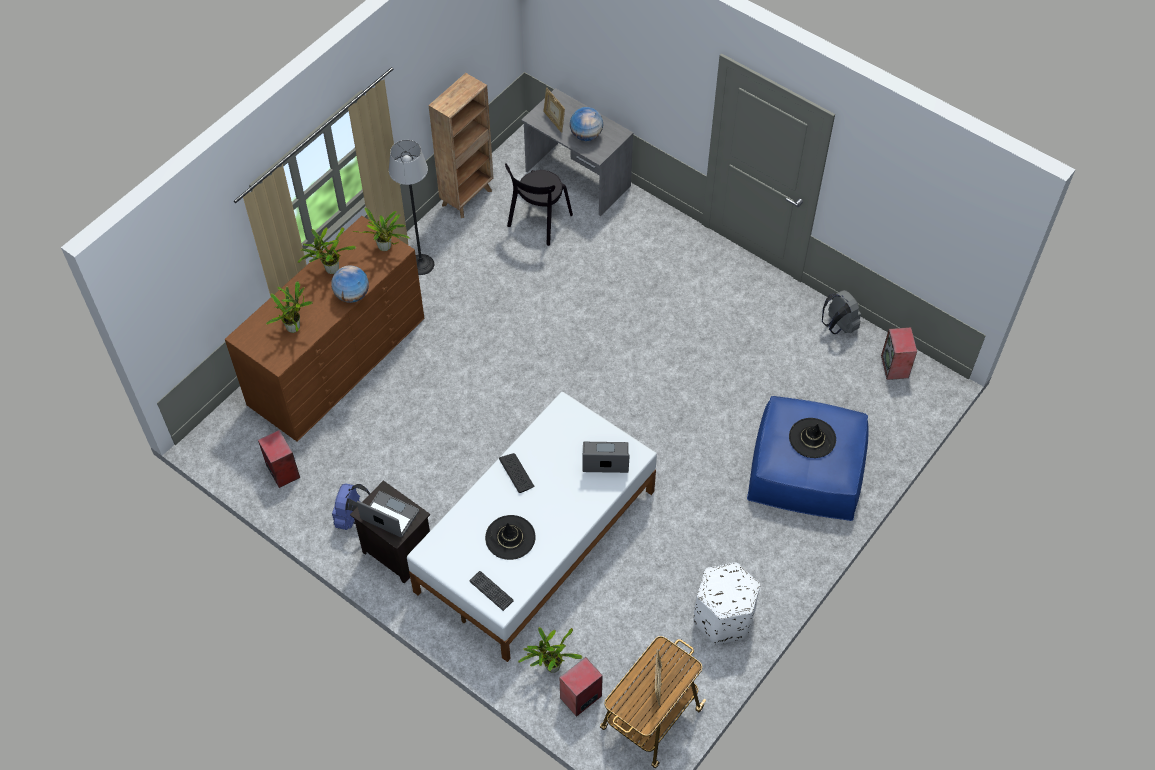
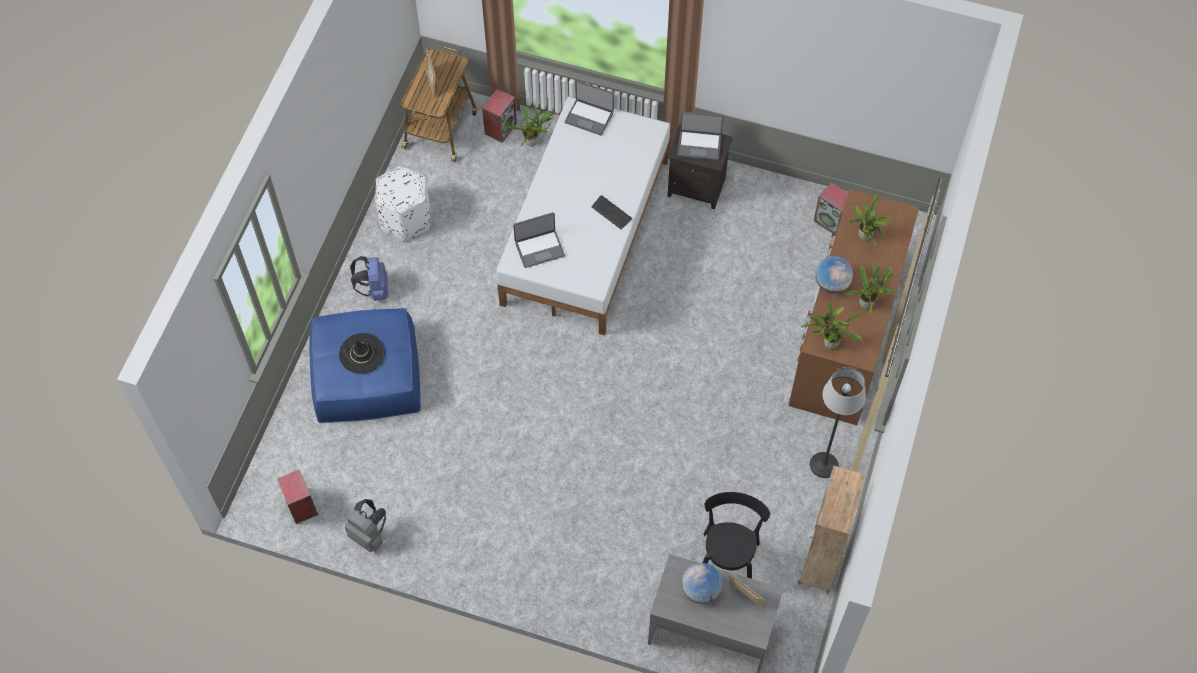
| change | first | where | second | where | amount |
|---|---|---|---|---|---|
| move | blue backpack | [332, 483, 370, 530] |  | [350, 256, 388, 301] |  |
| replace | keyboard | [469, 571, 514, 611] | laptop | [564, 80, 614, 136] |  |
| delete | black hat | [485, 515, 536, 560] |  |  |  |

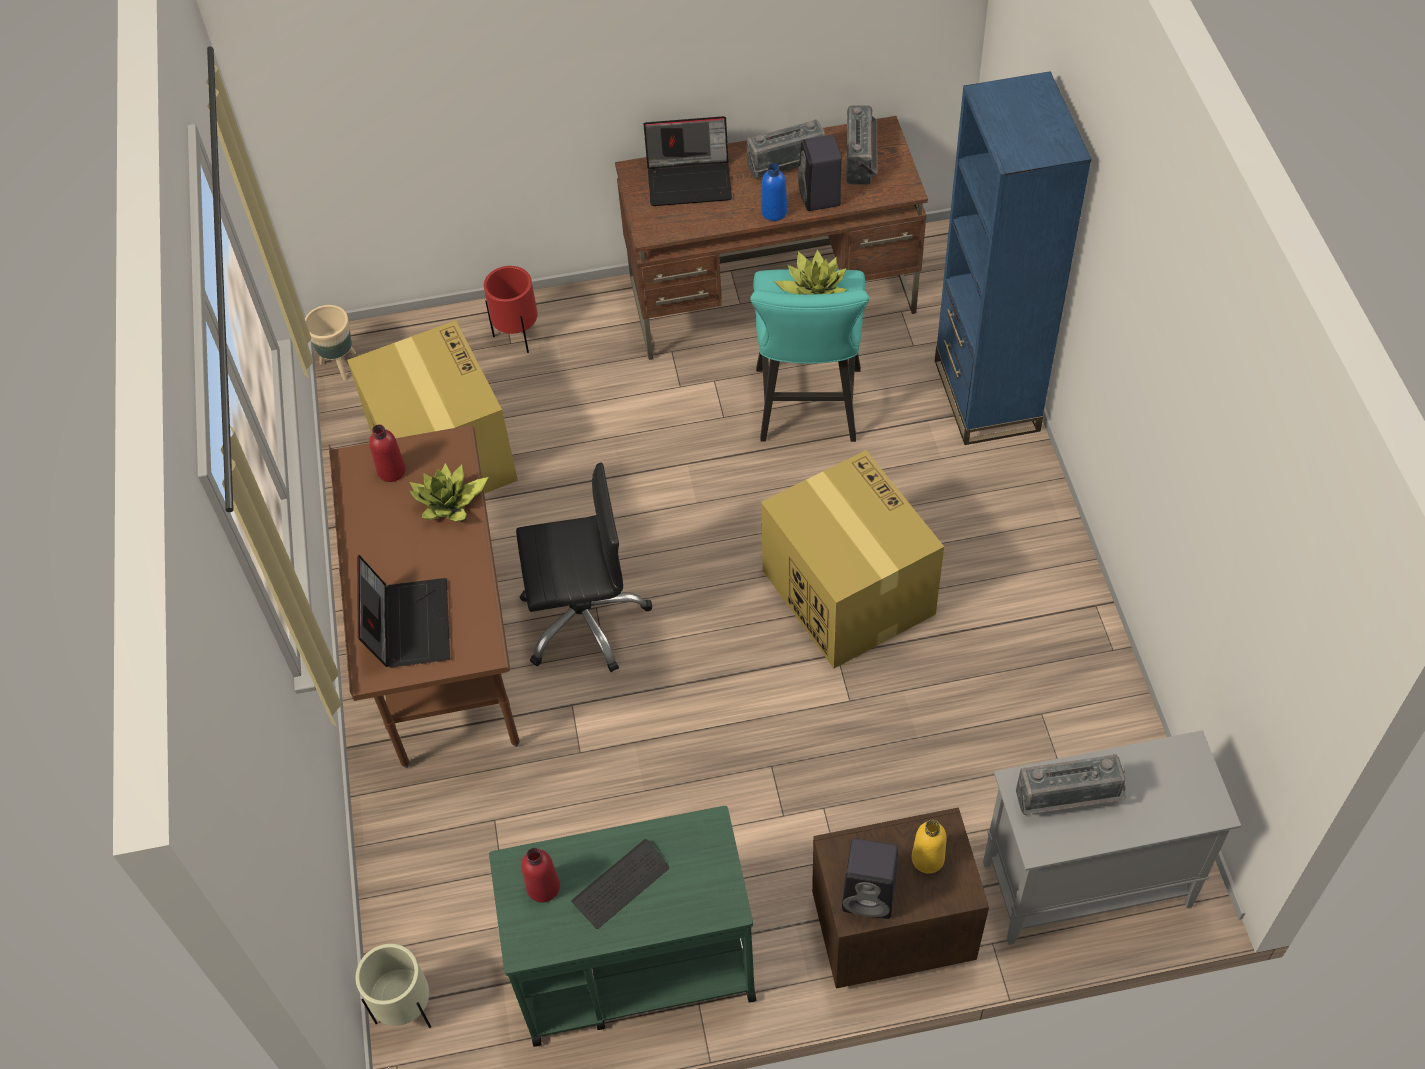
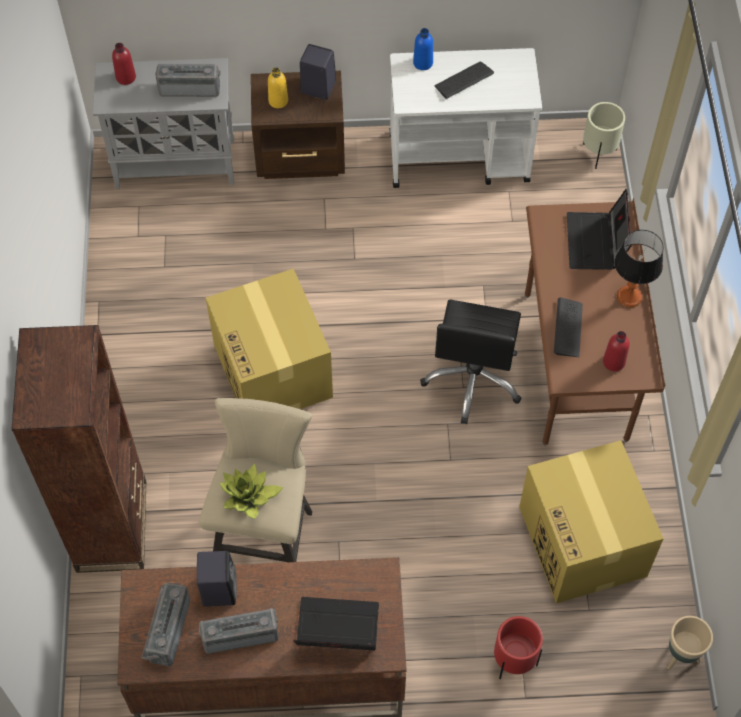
| change | first | where | second | where | amount |
|---|---|---|---|---|---|
| recolor | blue bookcase | [935, 71, 1092, 445] | brown bookcase | [11, 325, 146, 573] |  |
| move | red bottle | [521, 848, 560, 903] |  | [112, 43, 136, 85] |  |
| recolor | turquoise stool | [750, 269, 869, 442] | beige stool | [199, 398, 312, 562] |  |
| recolor | green cart | [489, 806, 757, 1047] | white cart | [390, 48, 542, 188] |  |
| move | blue bottle | [761, 163, 787, 221] |  | [413, 28, 433, 70] |  |
| rotate | black office chair | [516, 462, 653, 672] |  | [420, 299, 522, 424] | 75 degrees counterclockwise |
| replace | potted plant | [409, 463, 489, 522] | keyboard | [554, 297, 583, 357] |  |
| insert |  |  | table lamp | [614, 230, 664, 308] |  |

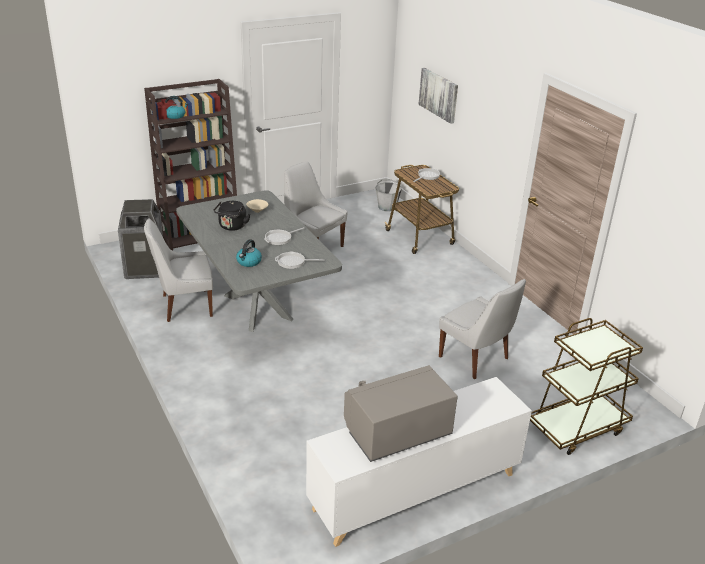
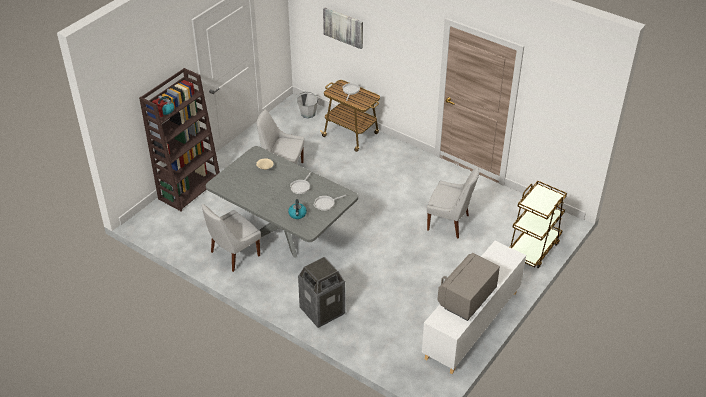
| change | first | where | second | where | amount |
|---|---|---|---|---|---|
| move | trash can | [118, 199, 163, 279] |  | [298, 257, 345, 328] |  |
| delete | black kettle | [213, 201, 250, 231] |  |  |  |

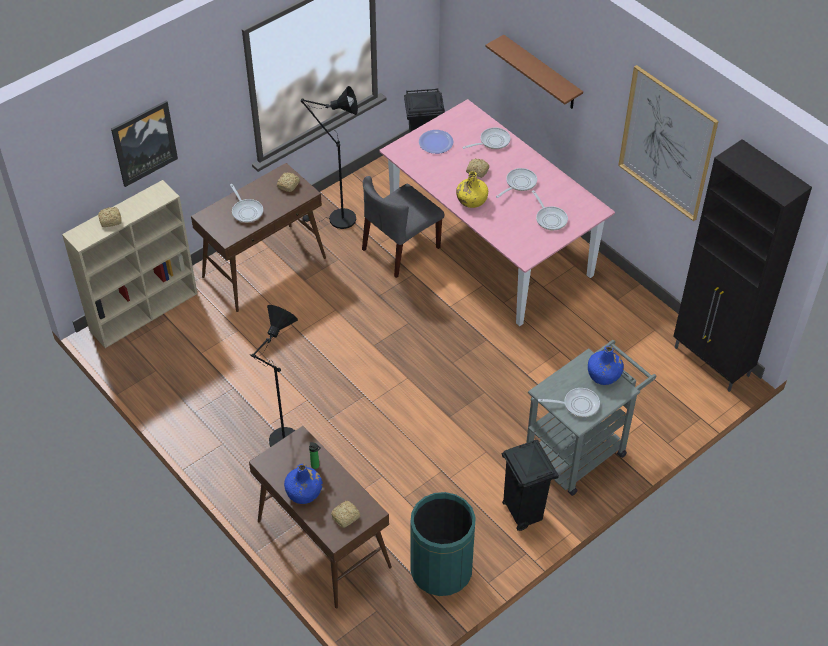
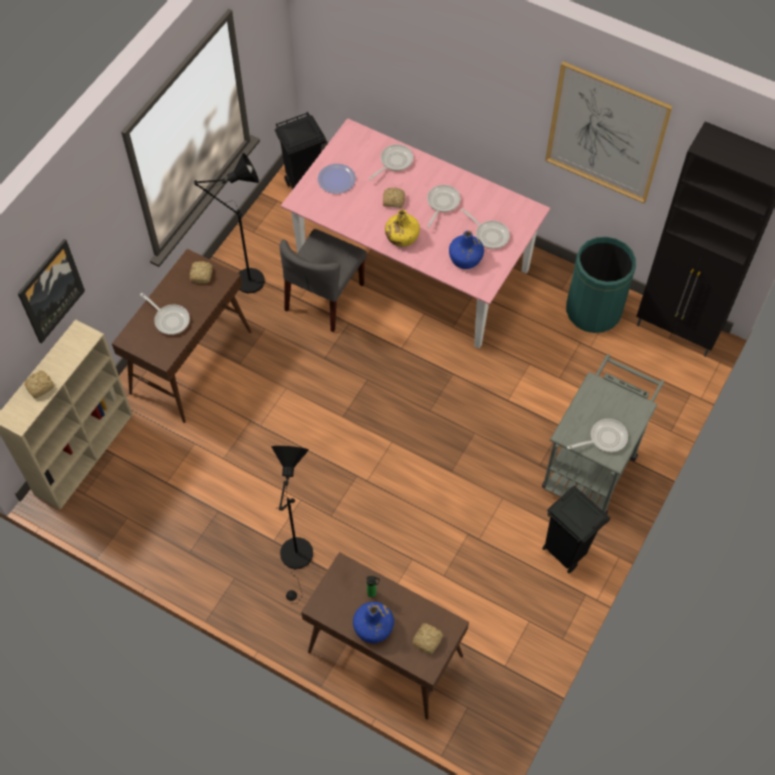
| change | first | where | second | where | amount |
|---|---|---|---|---|---|
| move | blue bottle | [588, 346, 624, 385] |  | [449, 231, 484, 269] |  |
| move | green trash can | [410, 492, 476, 596] |  | [566, 237, 636, 333] |  |
| delete | brown shelf | [485, 35, 583, 109] |  |  |  |

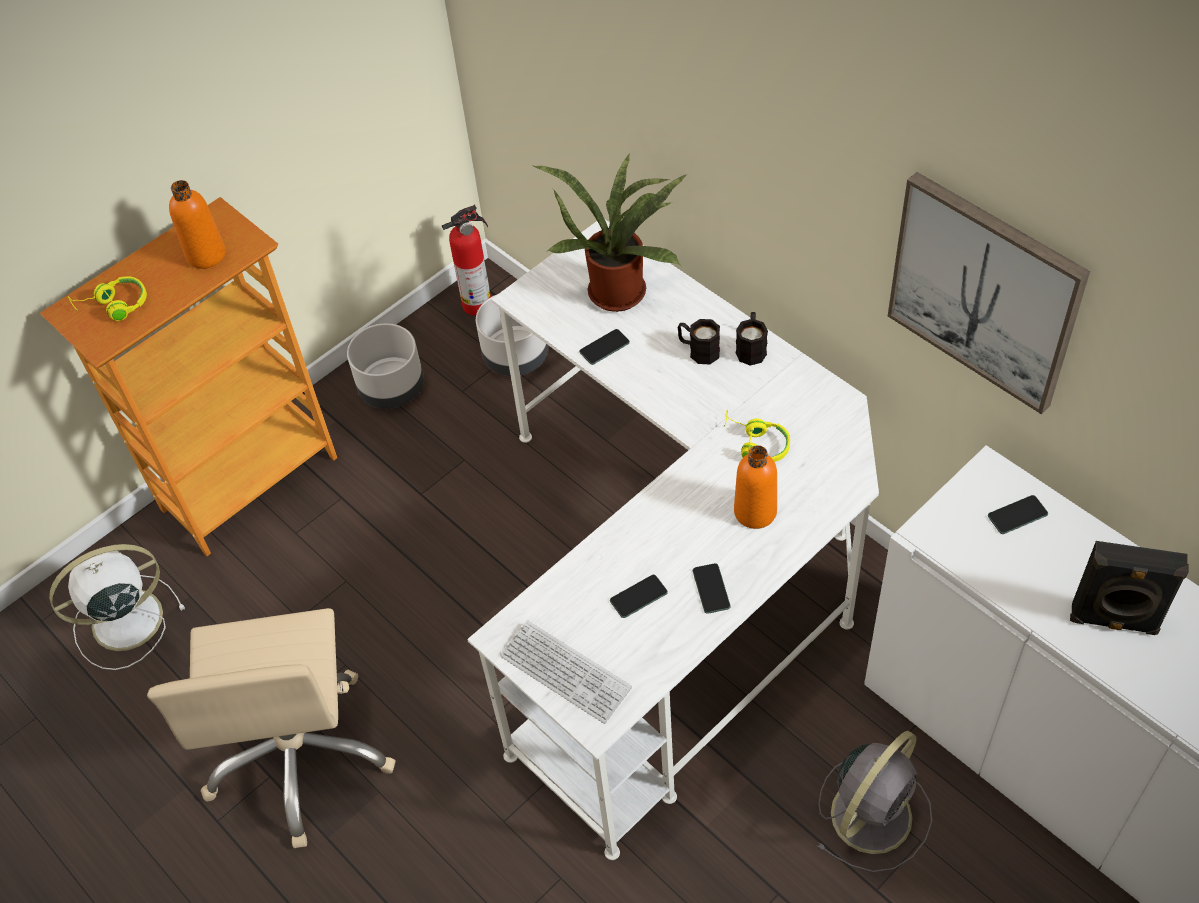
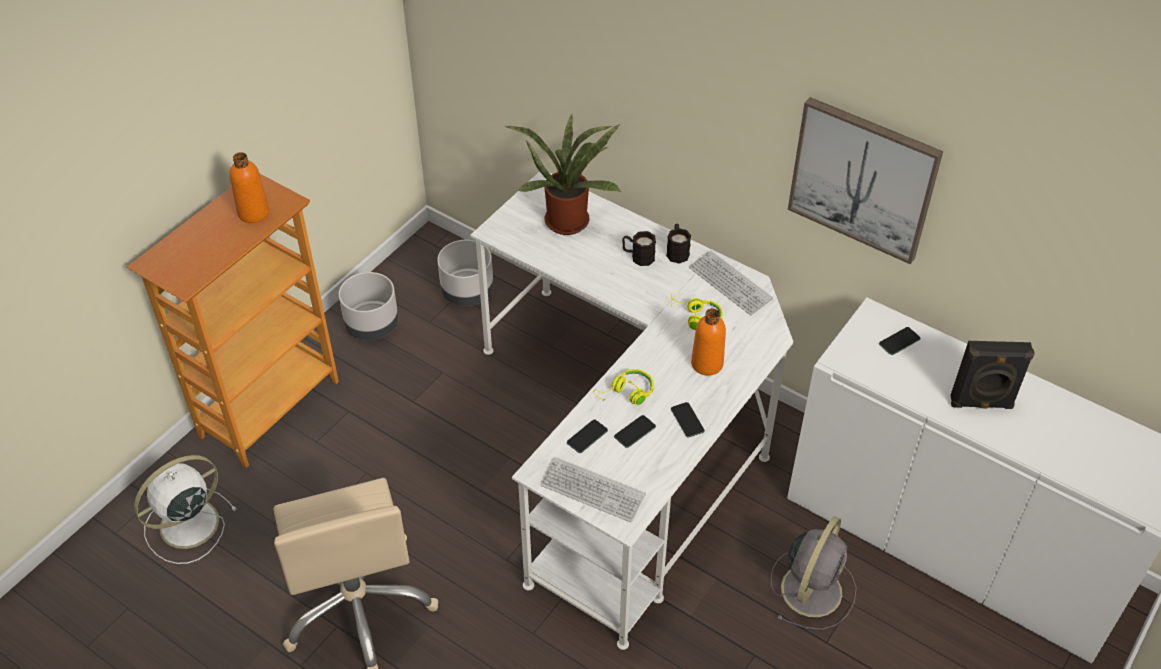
| change | first | where | second | where | amount |
|---|---|---|---|---|---|
| move | phone | [579, 329, 630, 365] |  | [567, 419, 608, 453] |  |
| move | yellow headphones | [68, 276, 147, 321] |  | [594, 369, 654, 405] |  |
| insert |  |  | keyboard | [689, 251, 773, 315] |  |
| delete | fire extinguisher | [442, 205, 491, 316] |  |  |  |

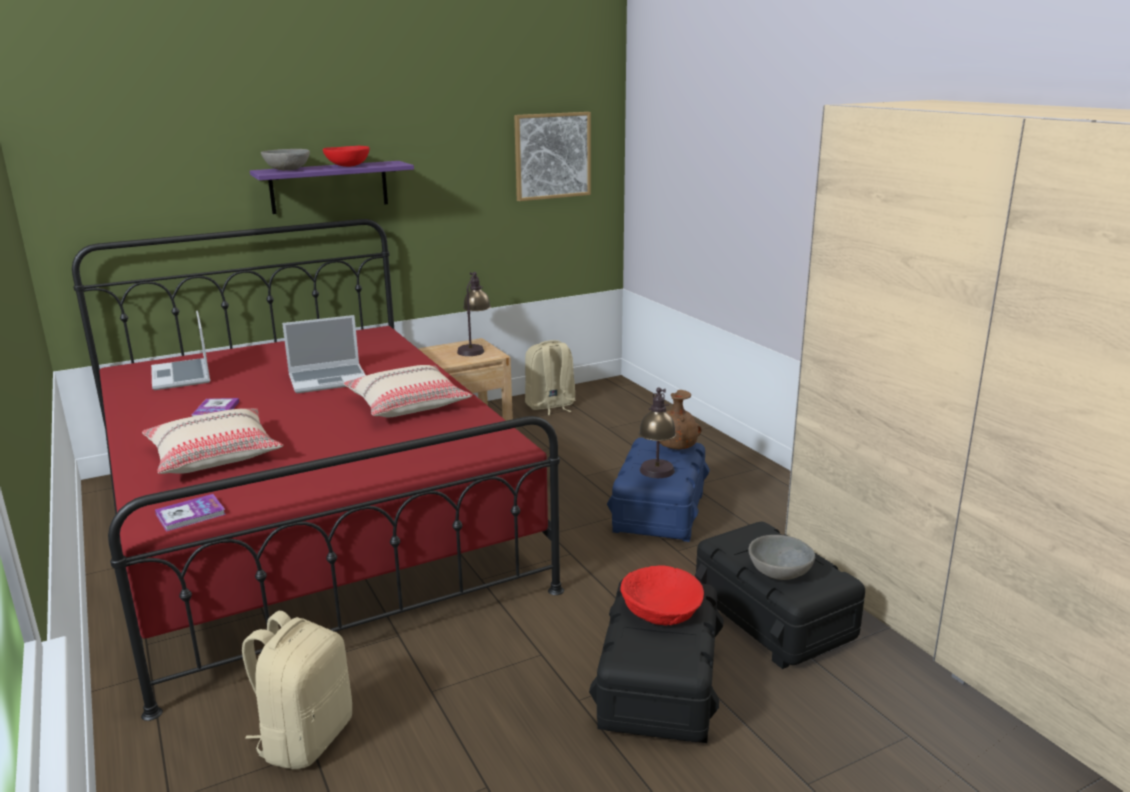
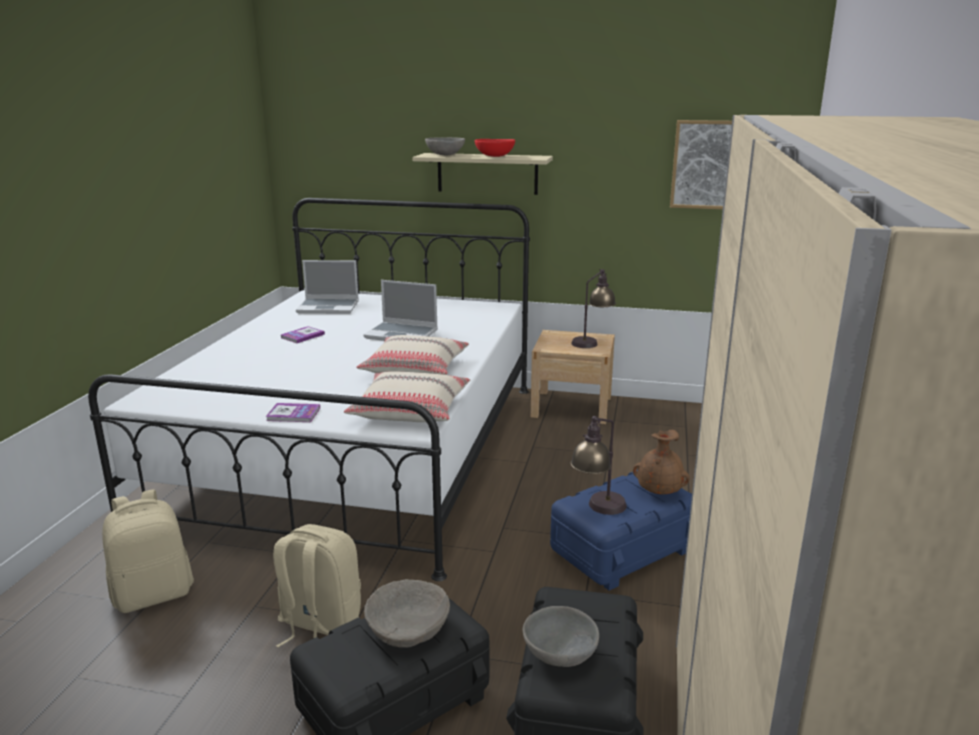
| change | first | where | second | where | amount |
|---|---|---|---|---|---|
| recolor | red bed | [72, 219, 564, 721] | white bed | [88, 198, 530, 581] |  |
| move | book | [155, 494, 226, 532] |  | [266, 403, 320, 422] |  |
| move | beige backpack | [525, 340, 576, 415] |  | [273, 524, 361, 647] |  |
| rotate | laptop | [151, 311, 210, 390] |  | [296, 260, 359, 314] | 105 degrees counterclockwise |
| move | beige pillow | [142, 408, 283, 474] |  | [344, 371, 470, 422] |  |
| recolor | red bowl | [621, 565, 704, 626] | beige bowl | [364, 579, 450, 648] |  |
| recolor | purple shelf | [250, 161, 414, 214] | beige shelf | [412, 153, 553, 195] |  |

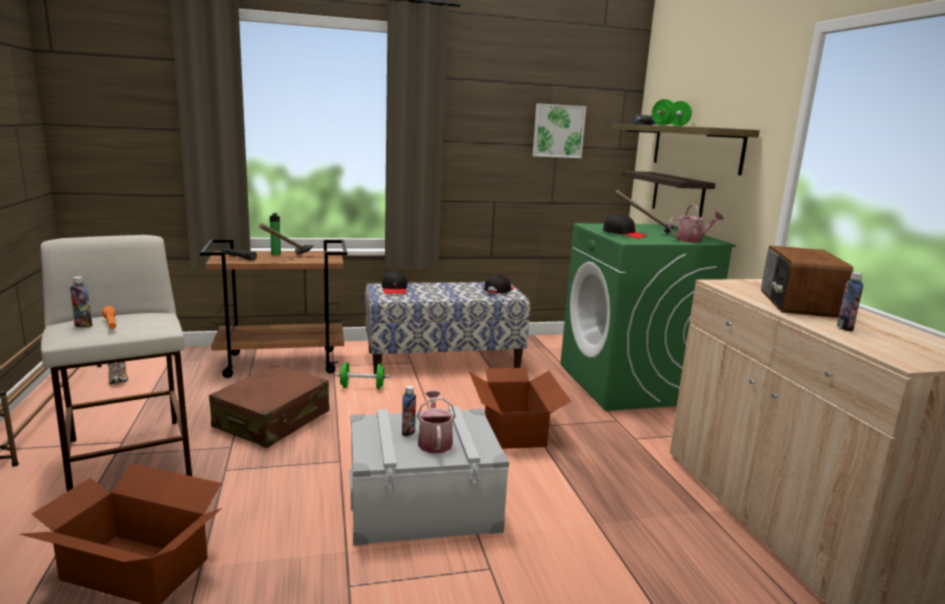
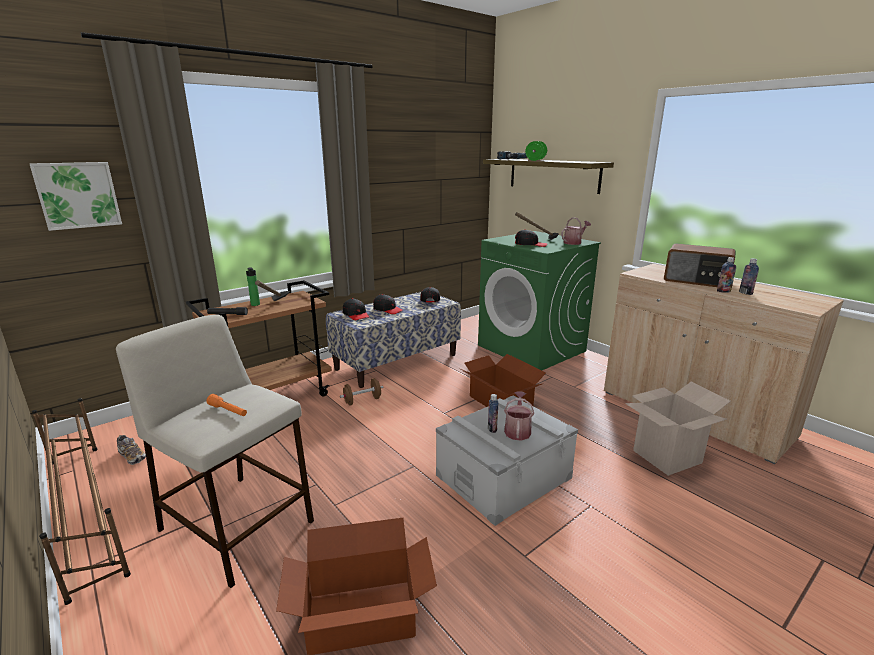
| change | first | where | second | where | amount |
|---|---|---|---|---|---|
| move | picture | [533, 103, 586, 158] |  | [30, 162, 122, 231] |  |
| recolor | green dumbbell | [335, 362, 390, 389] | brown dumbbell | [340, 378, 384, 406] |  |
| insert |  |  | black cap | [373, 294, 403, 314] |  |
| rotate | watering can | [417, 391, 456, 453] |  | [504, 391, 534, 441] | 45 degrees clockwise |
| insert |  |  | cardboard box | [625, 382, 731, 476] |  |
| rotate | radio | [761, 246, 853, 318] |  | [664, 244, 736, 287] | 45 degrees counterclockwise |
| move | bottle | [70, 276, 92, 328] |  | [717, 257, 736, 293] |  |
| delete | brown suitcase | [209, 364, 330, 448] |  |  |  |
| delete | shelf | [621, 171, 716, 218] |  |  |  |

